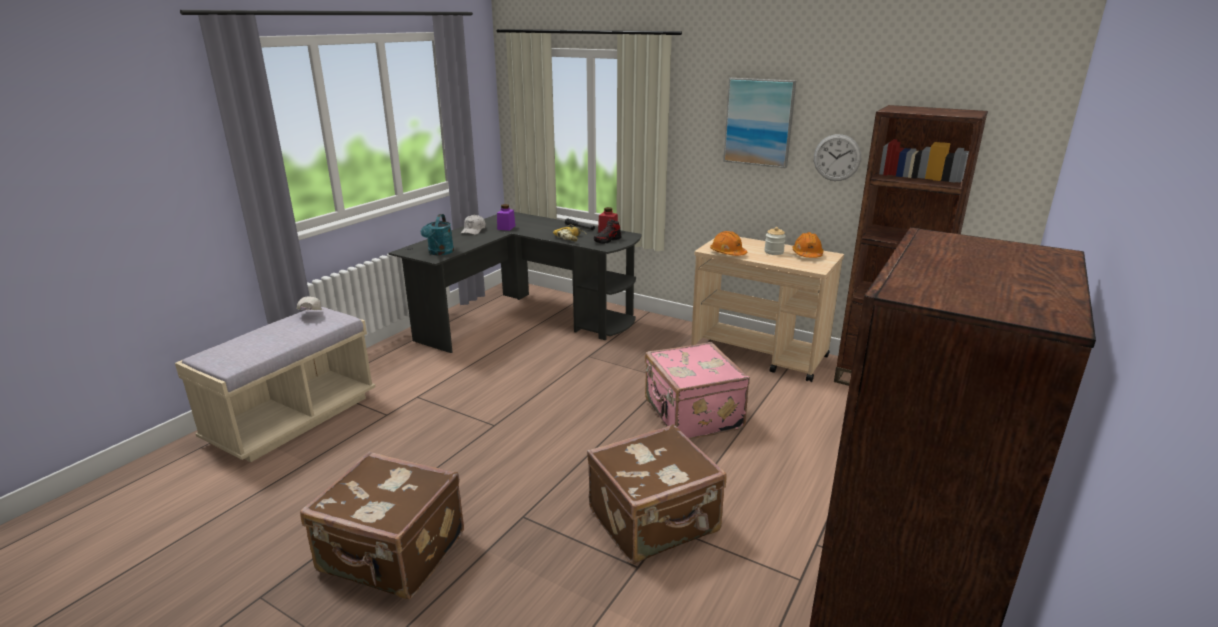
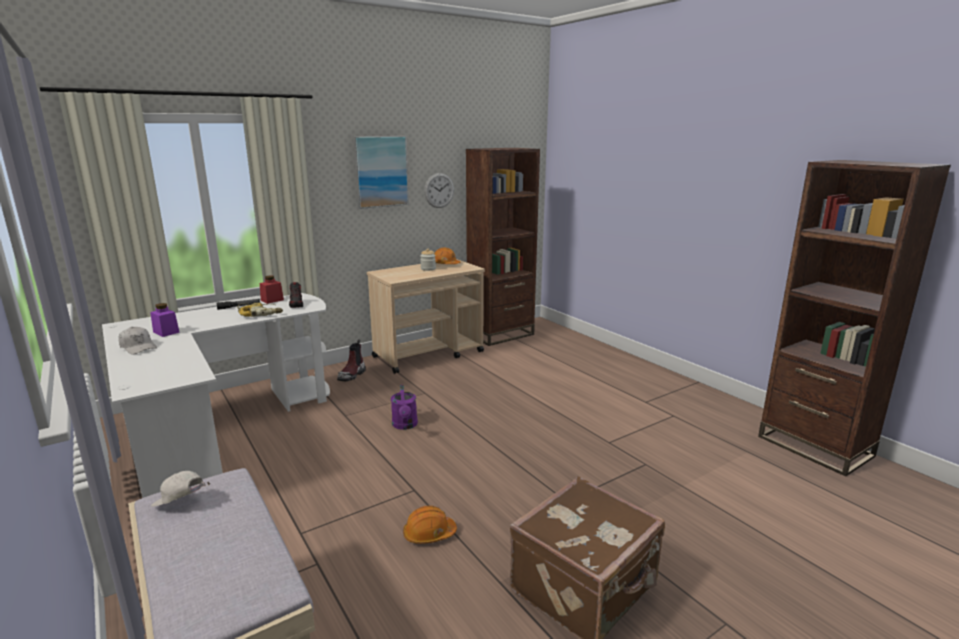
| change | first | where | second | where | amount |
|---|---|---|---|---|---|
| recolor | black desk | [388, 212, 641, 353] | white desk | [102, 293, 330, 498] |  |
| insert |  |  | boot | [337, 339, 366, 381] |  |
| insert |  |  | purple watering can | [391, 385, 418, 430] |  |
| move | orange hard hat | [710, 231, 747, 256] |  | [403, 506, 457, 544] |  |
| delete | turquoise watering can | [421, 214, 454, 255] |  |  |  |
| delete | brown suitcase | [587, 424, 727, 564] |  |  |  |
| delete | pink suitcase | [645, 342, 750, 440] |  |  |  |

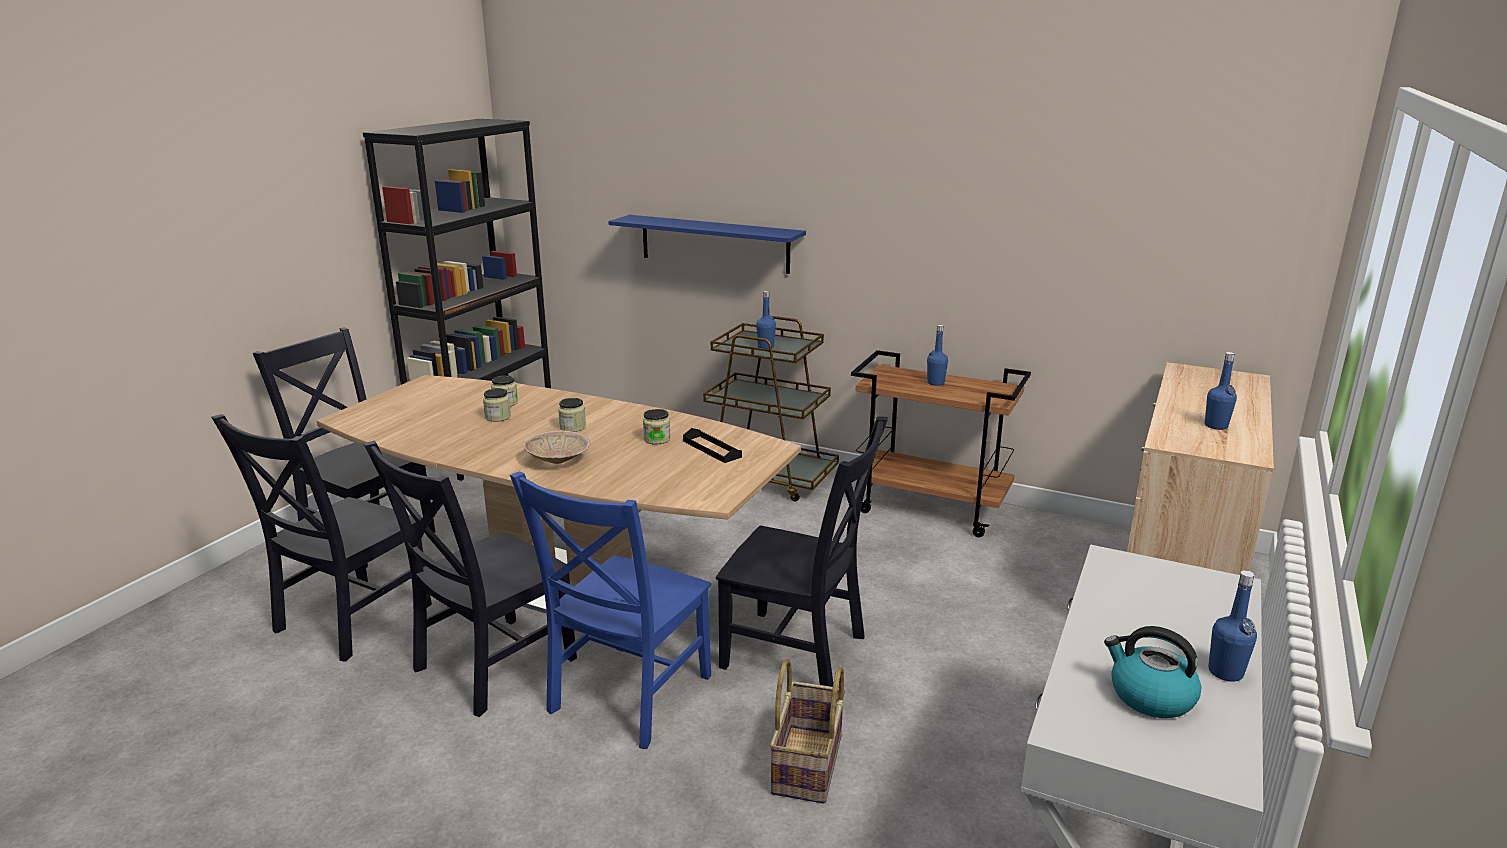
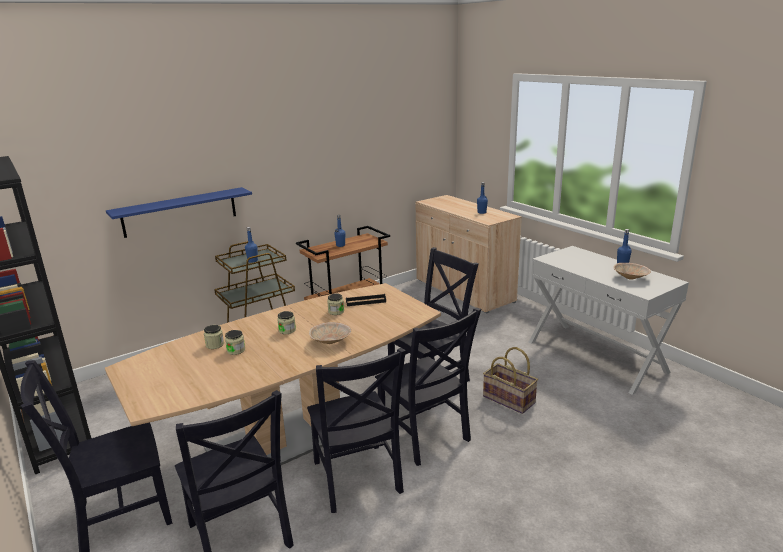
| change | first | where | second | where | amount |
|---|---|---|---|---|---|
| recolor | blue chair | [510, 471, 711, 749] | black chair | [375, 307, 481, 466] |  |
| replace | kettle | [1104, 626, 1201, 718] | beige bowl | [613, 263, 651, 279] |  |

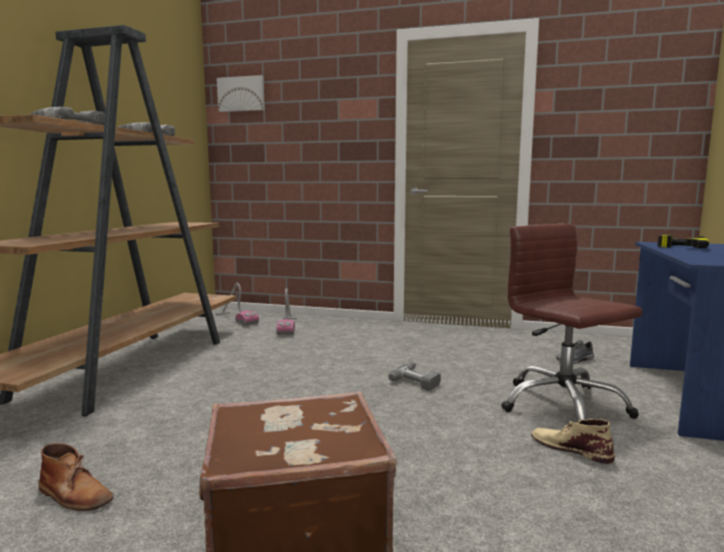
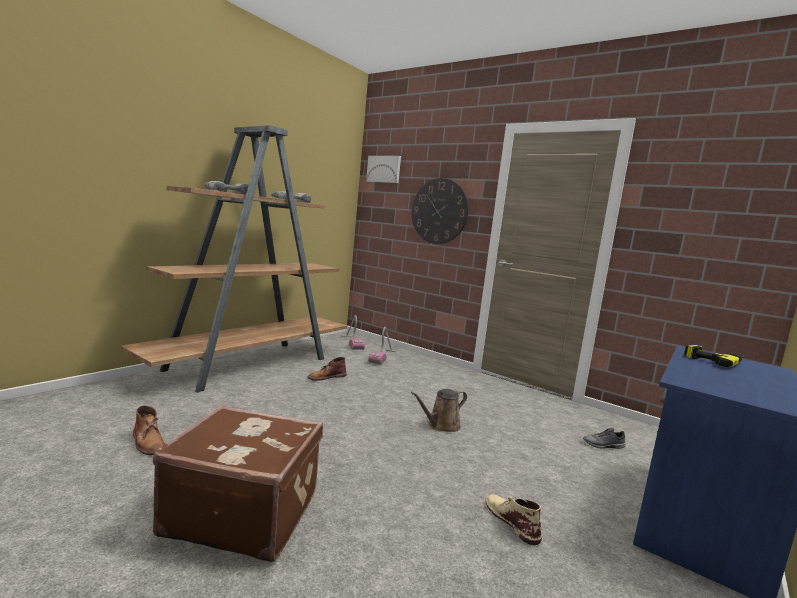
| change | first | where | second | where | amount |
|---|---|---|---|---|---|
| insert |  |  | brown boot | [308, 357, 347, 381] |  |
| replace | power drill | [388, 362, 441, 391] | brown watering can | [411, 389, 467, 432] |  |
| insert |  |  | wall clock | [412, 178, 468, 244] |  |
| delete | brown office chair | [501, 224, 642, 422] |  |  |  |

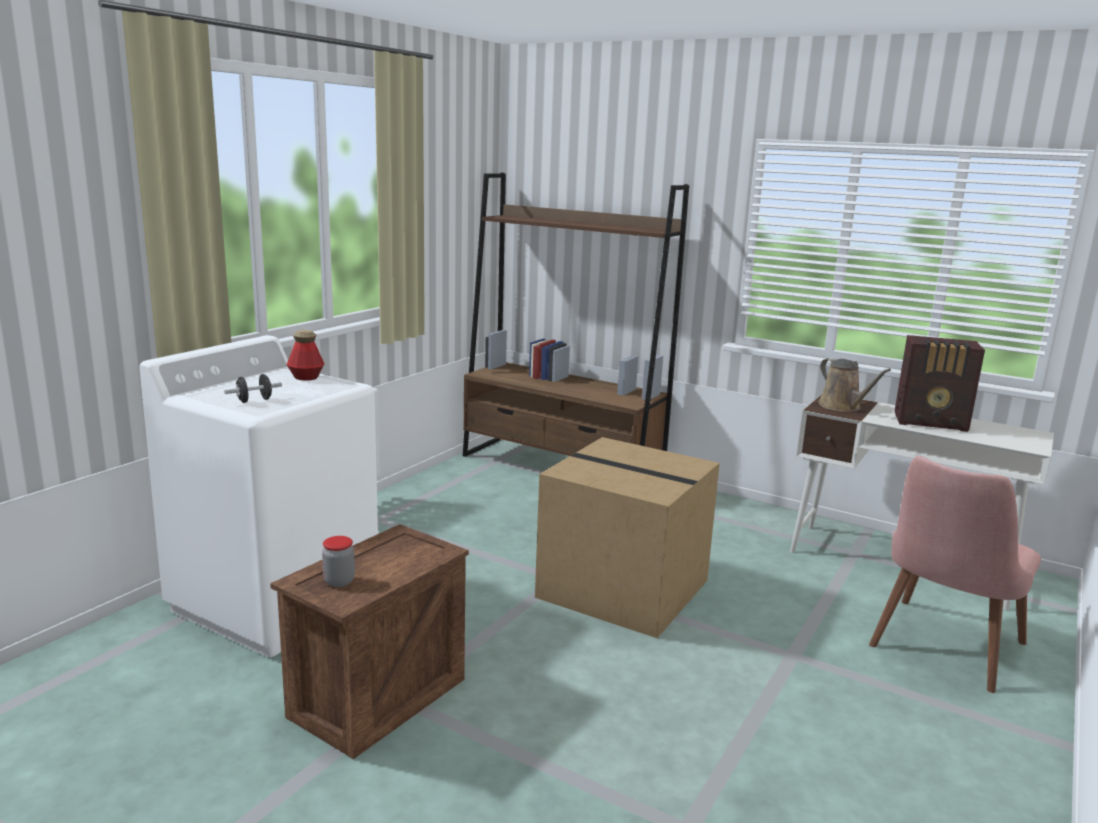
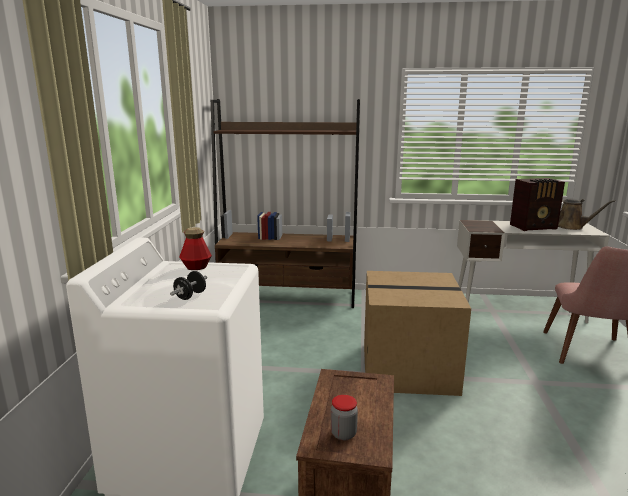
| change | first | where | second | where | amount |
|---|---|---|---|---|---|
| move | brown watering can | [818, 358, 891, 412] |  | [558, 198, 615, 230] |  |

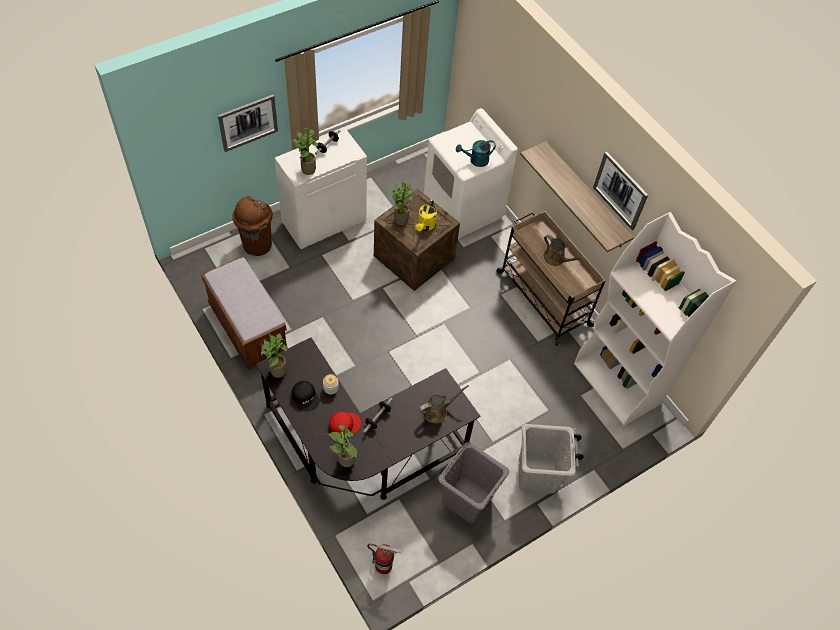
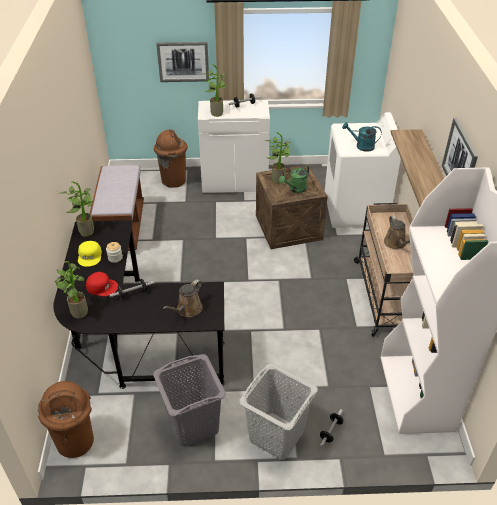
| change | first | where | second | where | amount |
|---|---|---|---|---|---|
| replace | fire extinguisher | [367, 544, 403, 574] | brown trash can | [38, 381, 94, 458] |  |
| recolor | black cap | [291, 381, 319, 411] | yellow cap | [78, 241, 102, 267] |  |
| rotate | brown watering can | [419, 385, 469, 423] |  | [163, 279, 203, 317] | 120 degrees clockwise |
| recolor | yellow watering can | [416, 200, 437, 231] | green watering can | [279, 165, 309, 193] |  |

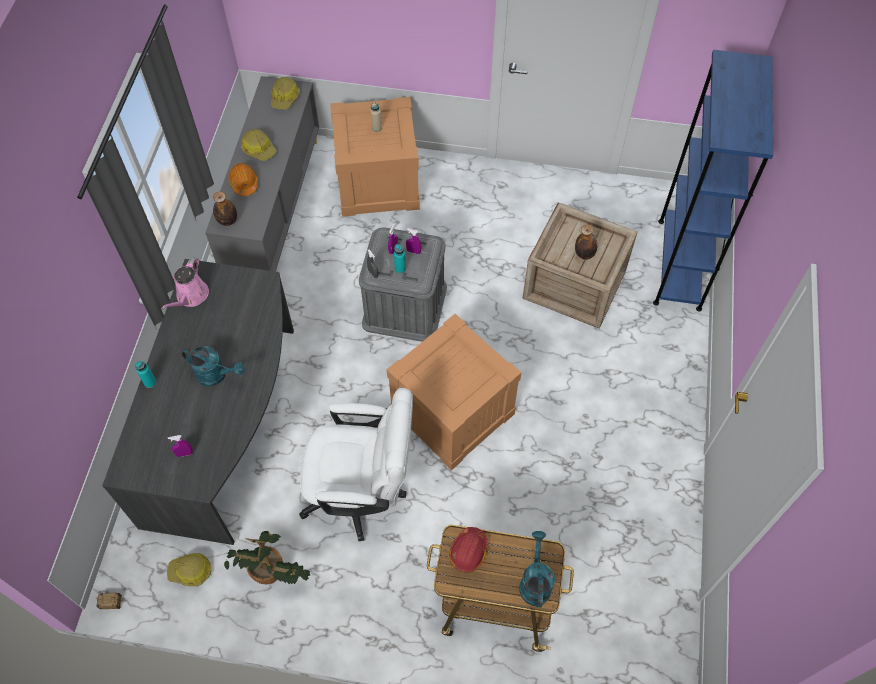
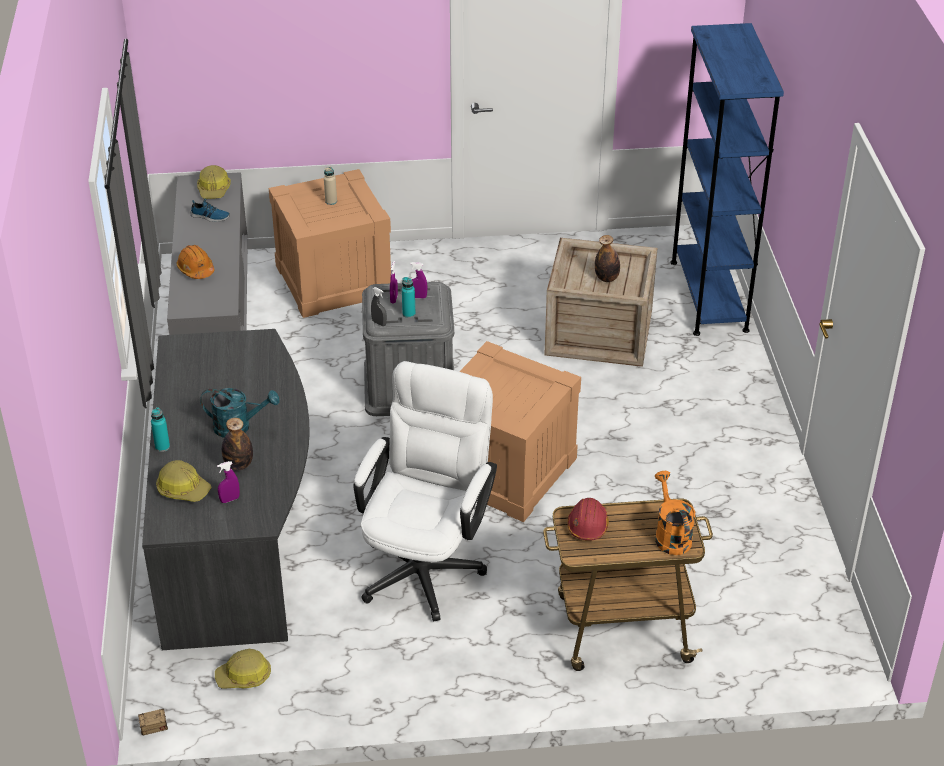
| change | first | where | second | where | amount |
|---|---|---|---|---|---|
| move | hard hat | [241, 129, 277, 161] |  | [156, 460, 212, 502] |  |
| insert |  |  | shoe | [191, 198, 230, 222] |  |
| move | bottle | [213, 192, 237, 226] |  | [222, 418, 253, 470] |  |
| rotate | white office chair | [299, 388, 413, 541] |  | [353, 361, 497, 622] | 60 degrees counterclockwise |
| recolor | turquoise watering can | [520, 531, 555, 607] | orange watering can | [655, 471, 695, 555] |  |
| delete | pink watering can | [161, 257, 209, 310] |  |  |  |
| delete | potted plant | [224, 531, 310, 584] |  |  |  |

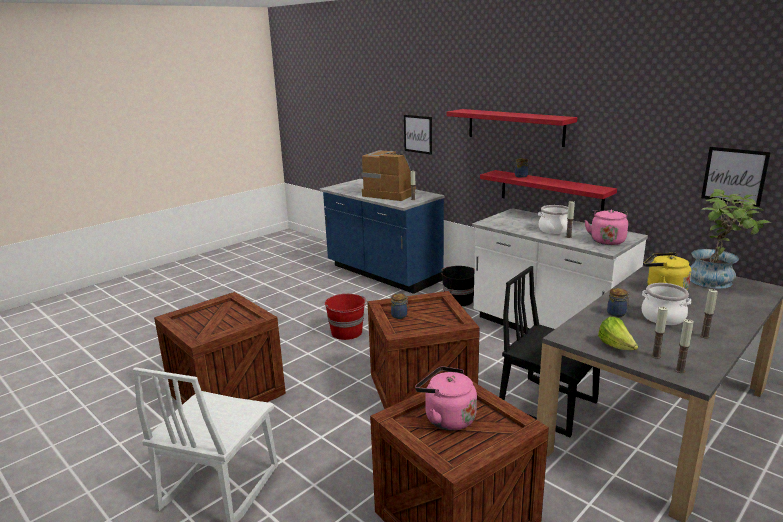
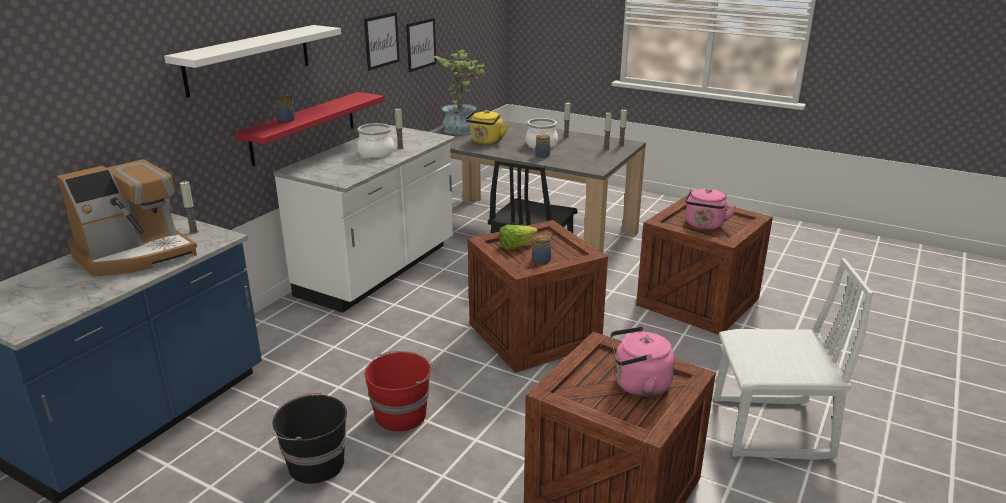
| change | first | where | second | where | amount |
|---|---|---|---|---|---|
| rotate | coffee machine | [362, 150, 416, 201] |  | [57, 159, 197, 277] | 150 degrees counterclockwise |
| recolor | red shelf | [447, 109, 577, 147] | white shelf | [164, 25, 341, 98] |  |
| move | black bucket | [441, 266, 475, 306] |  | [269, 393, 347, 484] |  |
| move | picture | [404, 115, 432, 155] |  | [364, 12, 400, 71] |  |
| move | lettuce | [598, 317, 638, 350] |  | [499, 225, 537, 250] |  |
| move | pink kettle | [584, 209, 628, 245] |  | [610, 326, 675, 397] |  |

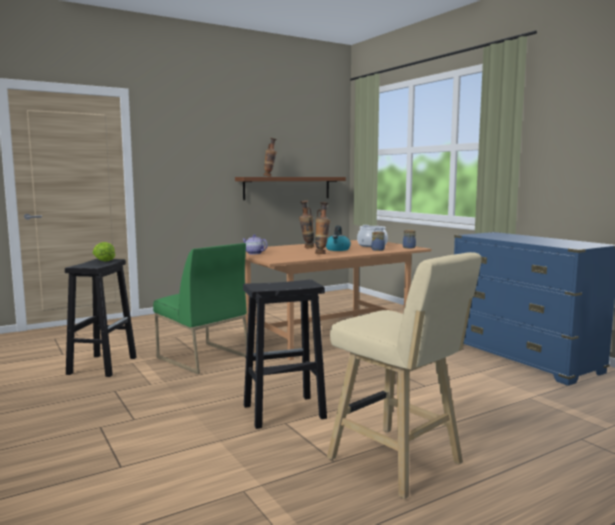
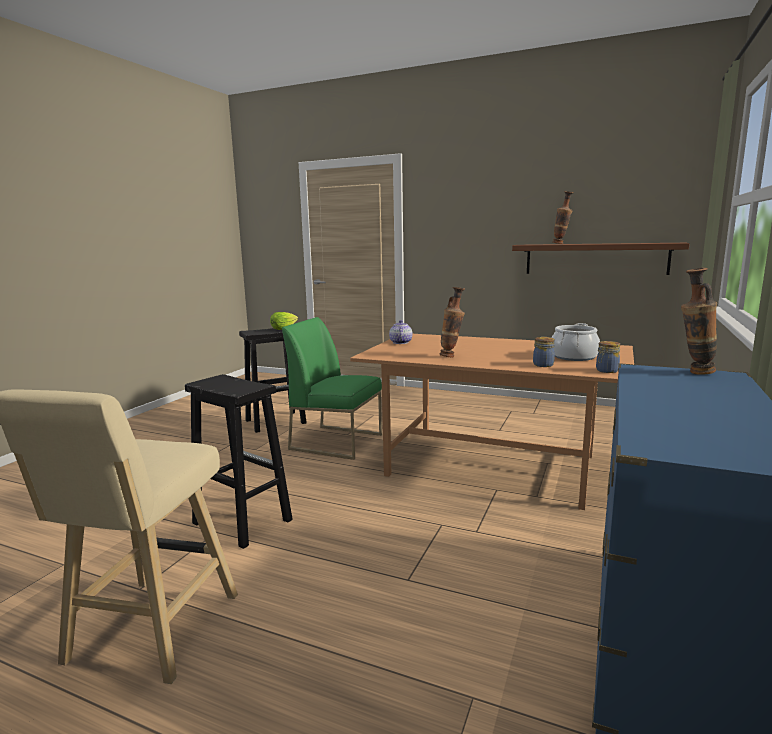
| change | first | where | second | where | amount |
|---|---|---|---|---|---|
| rotate | green chair | [153, 243, 247, 374] |  | [282, 317, 382, 460] | 105 degrees clockwise |
| move | vase | [299, 200, 315, 248] |  | [681, 268, 717, 375] |  |
| delete | kettle | [326, 225, 351, 251] |  |  |  |

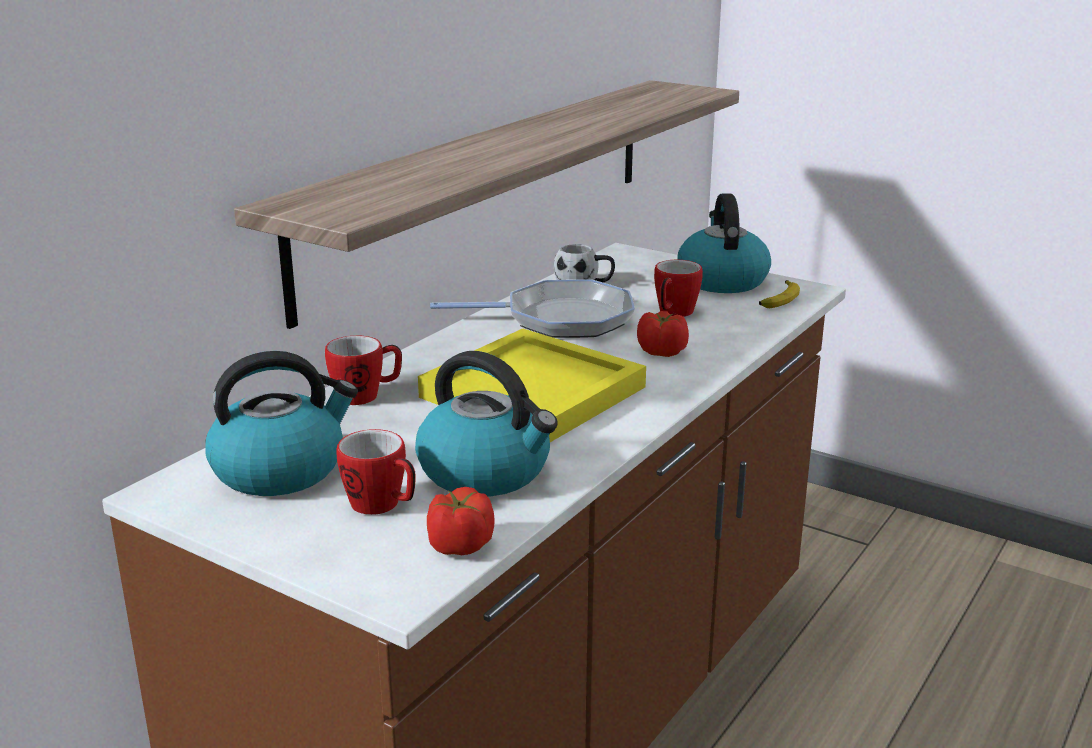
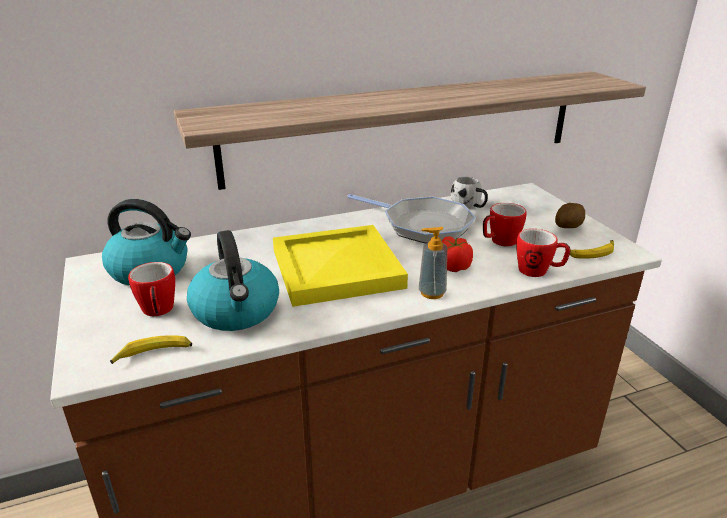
| change | first | where | second | where | amount |
|---|---|---|---|---|---|
| replace | tomato | [427, 487, 495, 555] | banana | [110, 335, 192, 364] |  |
| insert |  |  | soap dispenser | [419, 227, 447, 299] |  |
| move | mug | [325, 335, 402, 405] |  | [516, 229, 571, 277] |  |
| replace | kettle | [677, 193, 771, 293] | potato | [555, 203, 585, 228] |  |

